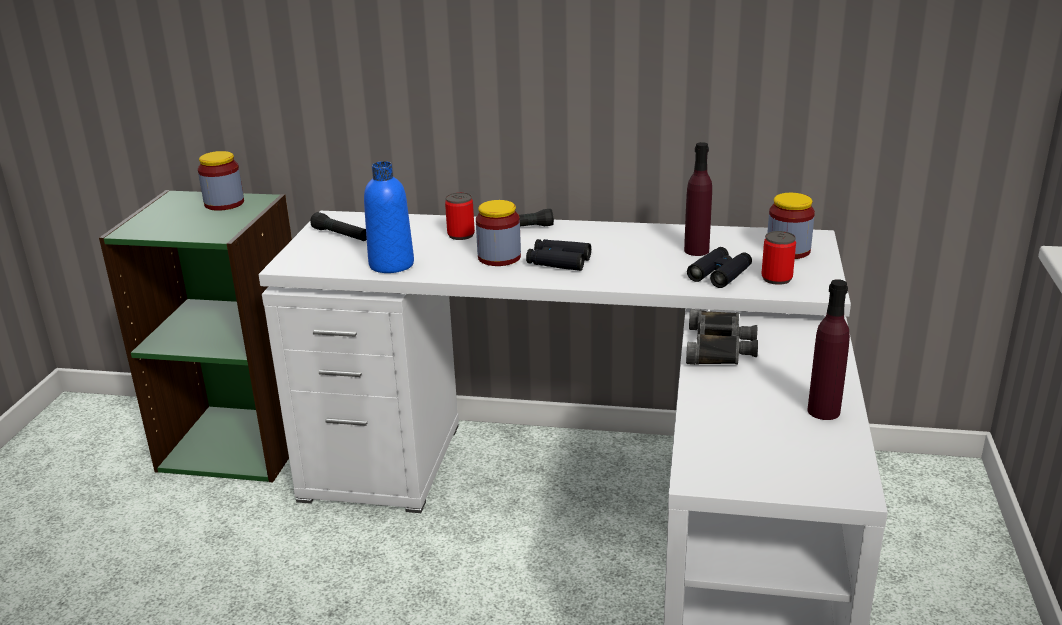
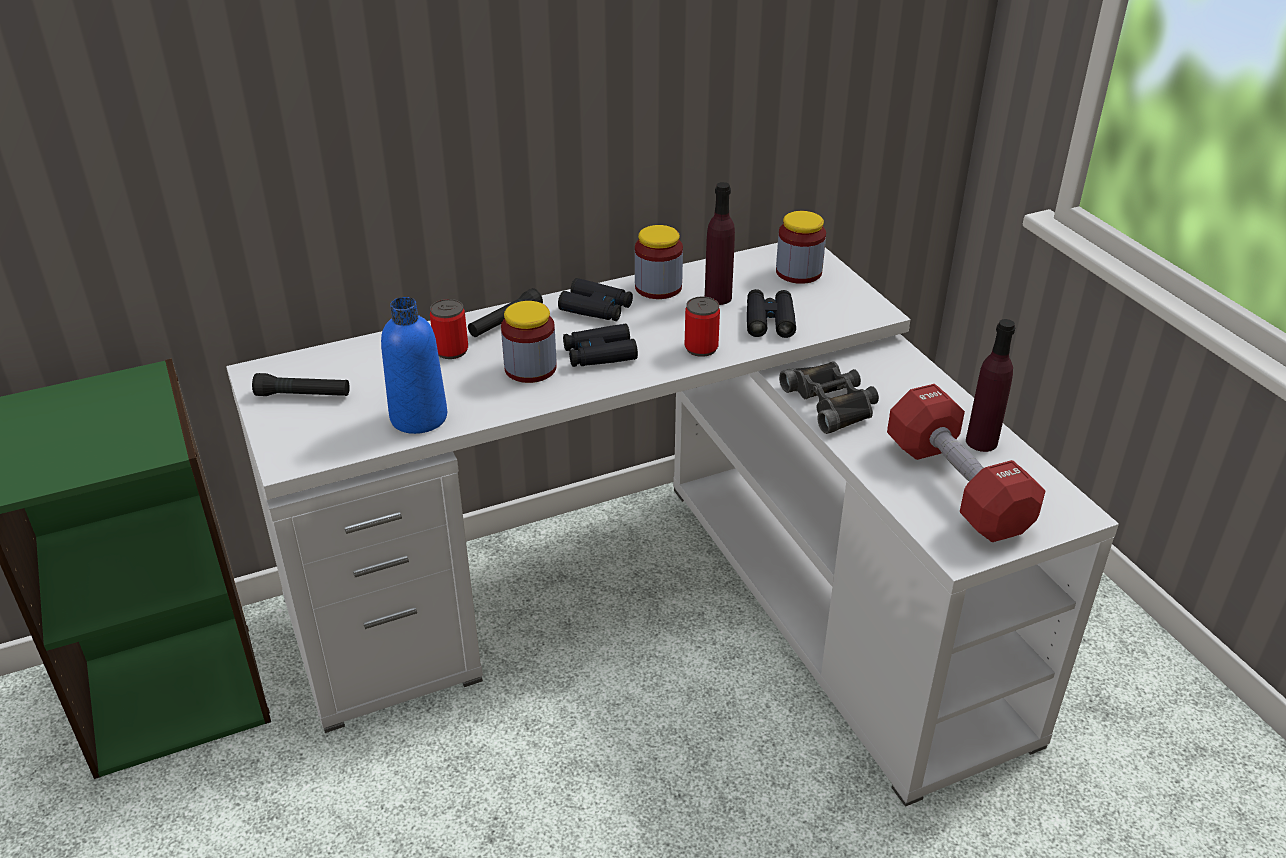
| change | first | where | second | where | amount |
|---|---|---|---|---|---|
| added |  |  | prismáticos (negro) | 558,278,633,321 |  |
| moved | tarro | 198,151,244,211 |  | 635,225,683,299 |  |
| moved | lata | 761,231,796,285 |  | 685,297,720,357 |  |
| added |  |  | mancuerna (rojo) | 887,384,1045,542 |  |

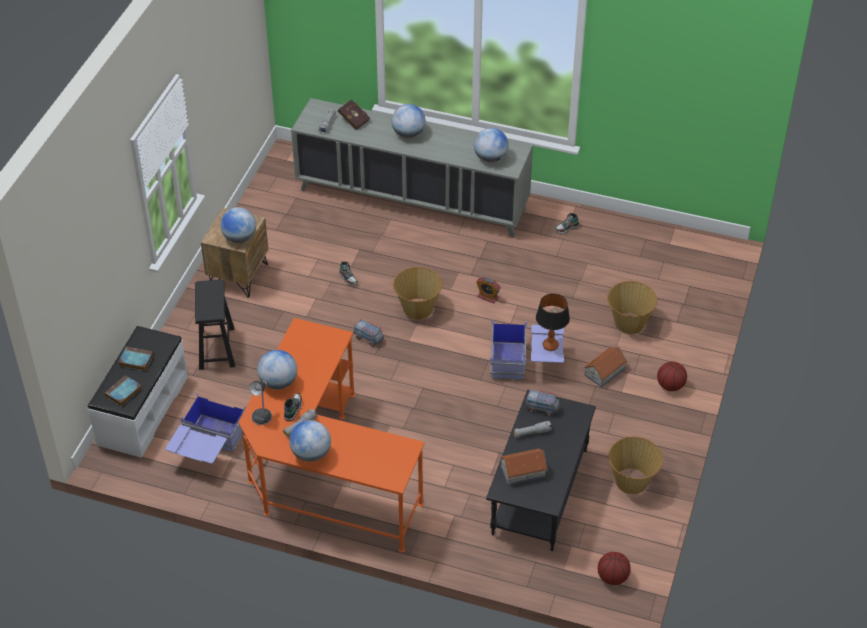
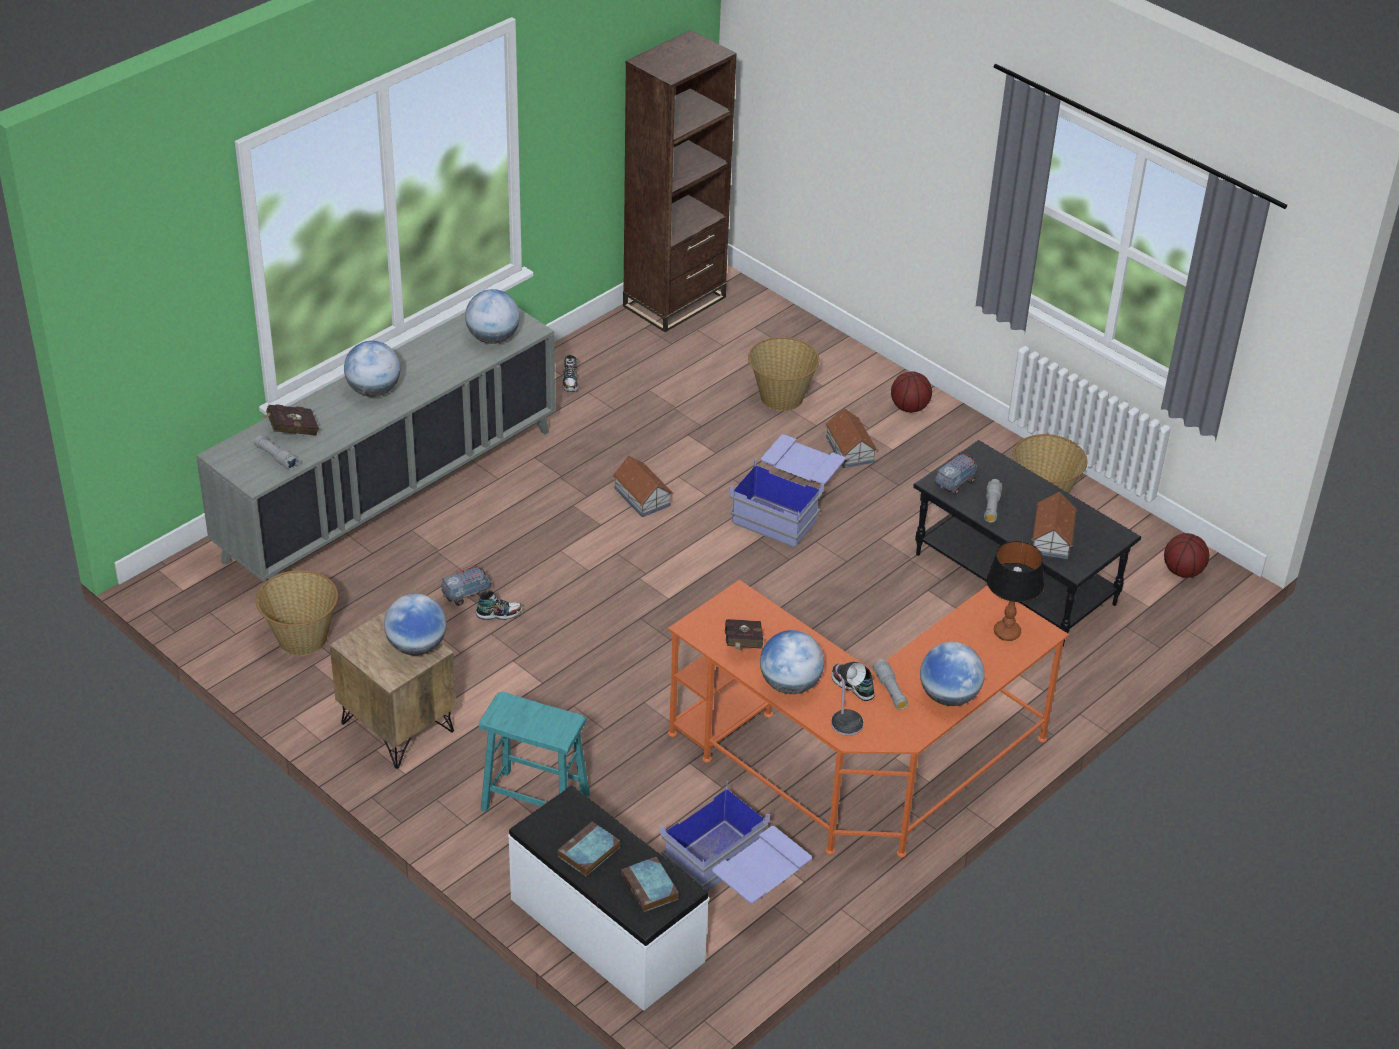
| change | first | where | second | where | amount |
|---|---|---|---|---|---|
| moved | cesta | 393,267,443,320 |  | 256,570,338,656 |  |
| moved | camión de juguete | 354,319,384,347 |  | 442,564,492,606 |  |
| recoloured | taburete (negro) | 195,279,235,370 | taburete (turquesa) | 479,692,590,812 |  |
| replaced | despertador | 476,277,501,304 | casita | 613,456,673,517 |  |
| added |  |  | estantería (marrón) | 623,30,737,332 |  |
| added |  |  | libro (rojo) | 725,619,763,650 |  |
| moved | lámpara de mesa | 536,294,570,351 |  | 987,541,1044,641 |  |

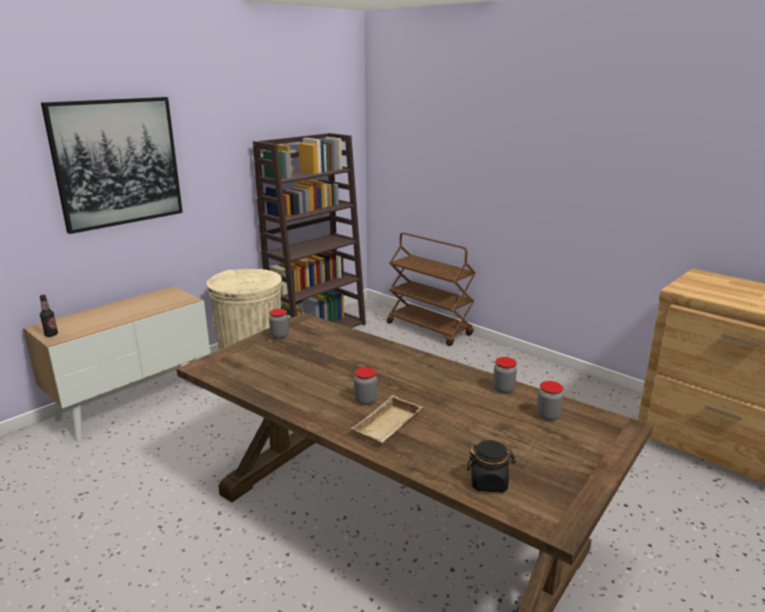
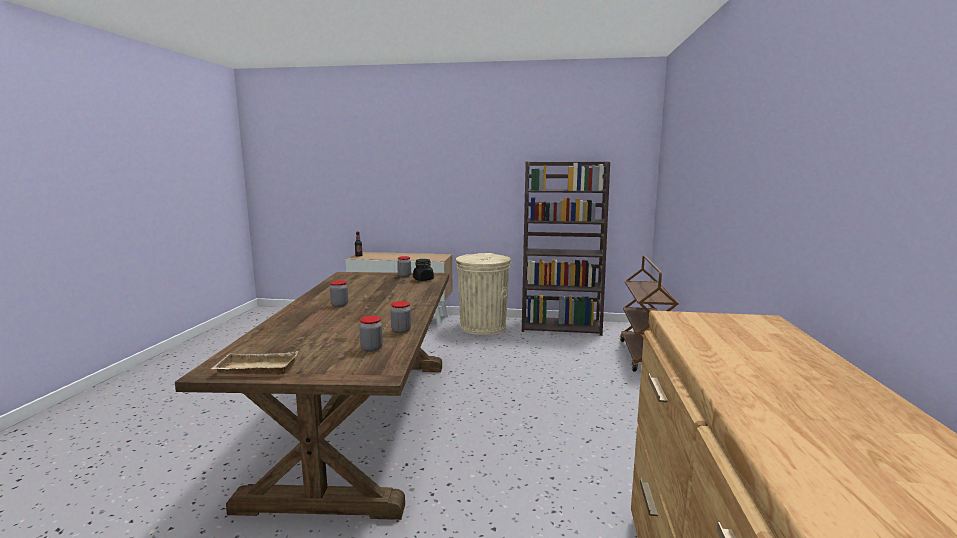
| change | first | where | second | where | amount |
|---|---|---|---|---|---|
| moved | bandeja (beis) | 351,395,422,445 |  | 211,351,299,375 |  |
| moved | tarro (negro) | 467,440,515,492 |  | 413,259,434,281 |  |
| removed | cuadro | 41,97,183,234 |  |  |  |

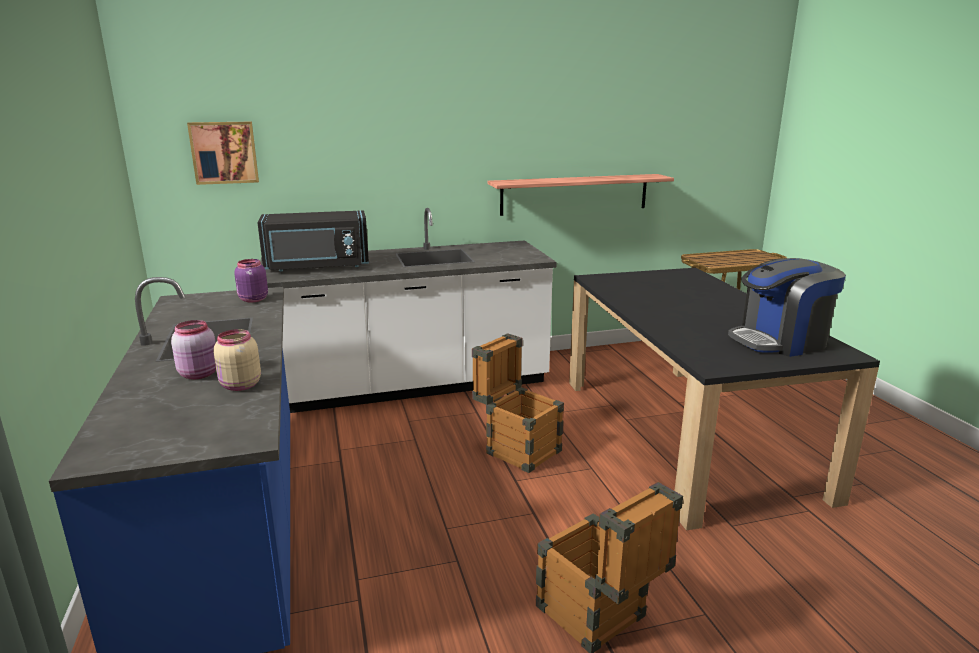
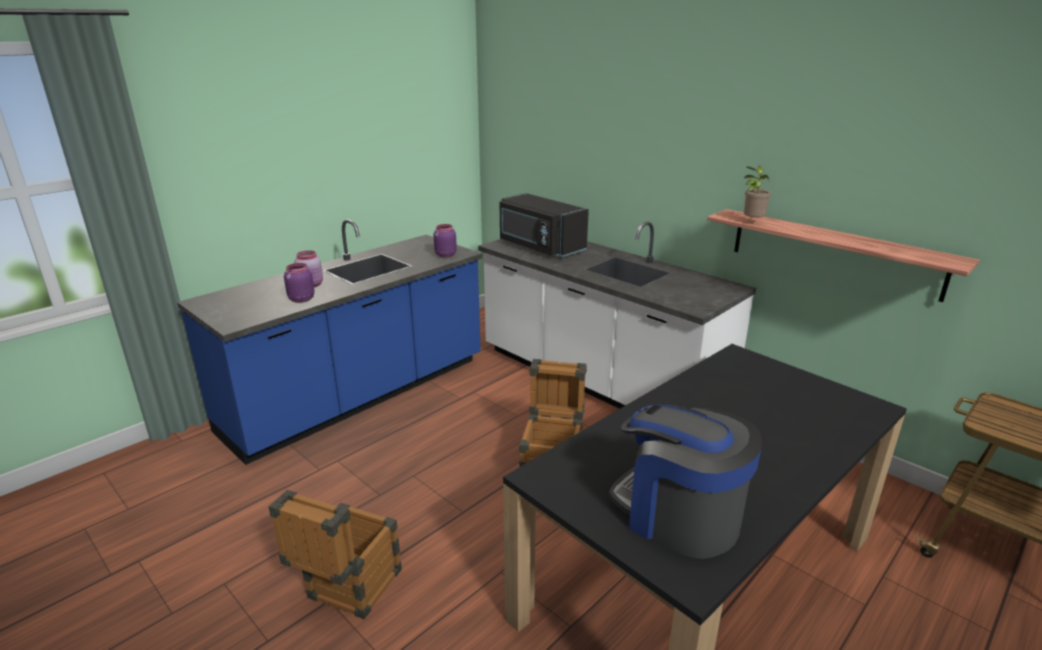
| change | first | where | second | where | amount |
|---|---|---|---|---|---|
| recoloured | tarro (beis) | 213,329,261,391 | tarro (morado) | 284,263,315,303 |  |
| added |  |  | planta en maceta | 739,166,771,220 |  |
| removed | cuadro | 187,122,259,185 |  |  |  |

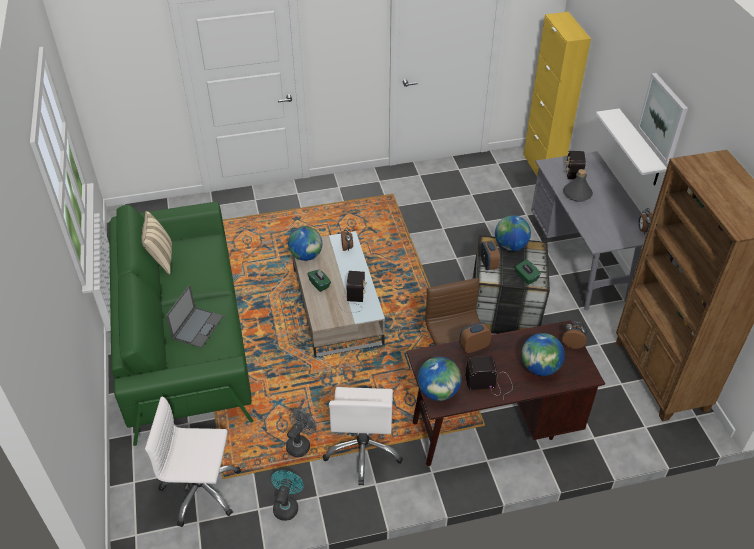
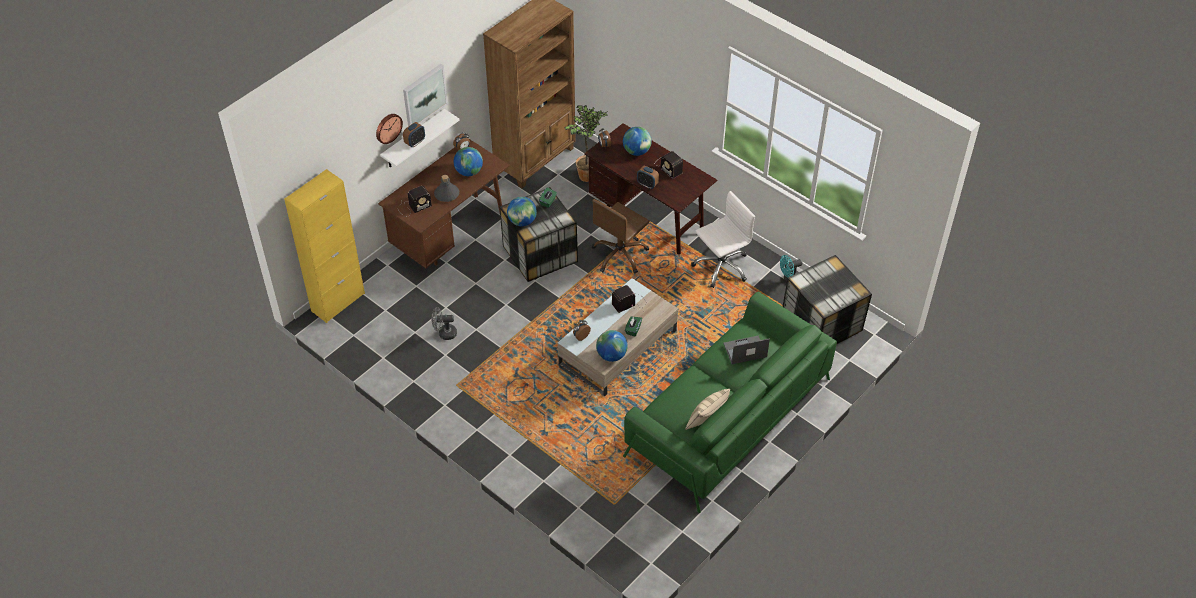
| change | first | where | second | where | amount |
|---|---|---|---|---|---|
| added |  |  | reloj de pared | 376,114,403,144 |  |
| recoloured | escritorio (gris) | 531,151,647,310 | escritorio (marrón) | 378,138,510,268 |  |
| moved | despertador | 480,240,500,270 |  | 403,122,425,147 |  |
| moved | ventilador (gris) | 286,409,317,457 |  | 431,307,457,340 |  |
| moved | globo terráqueo | 418,357,461,401 |  | 453,147,483,176 |  |
| added |  |  | planta en maceta | 564,105,609,182 |  |
| replaced | silla de oficina (blanco) | 145,396,241,527 | caja de almacenaje | 782,255,872,344 |  |

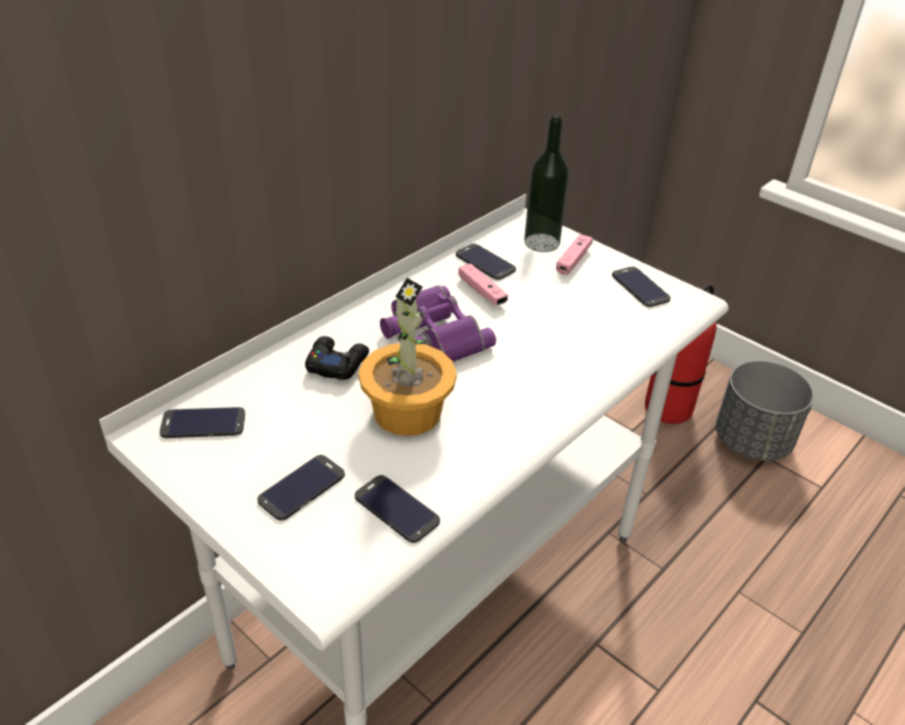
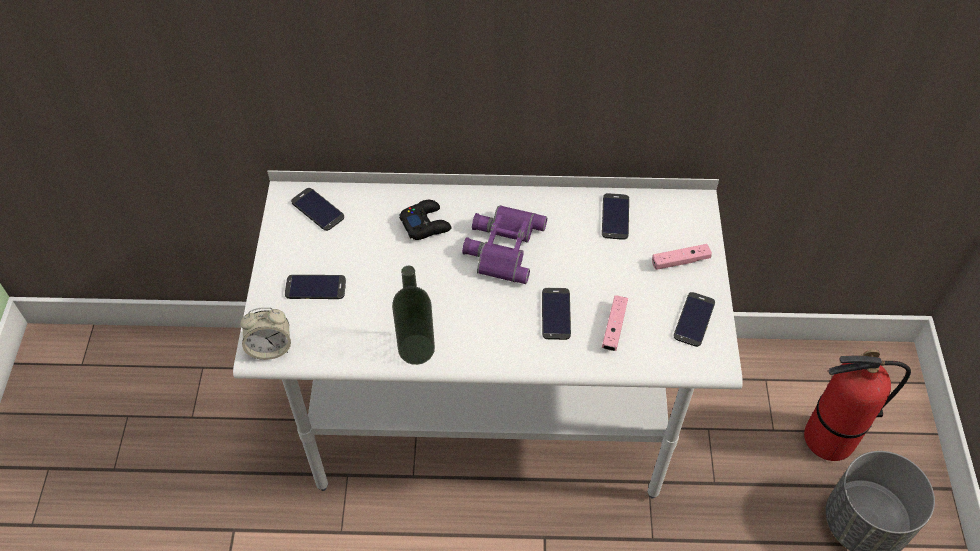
| change | first | where | second | where | amount |
|---|---|---|---|---|---|
| added |  |  | despertador | 240,307,291,360 |  |
| moved | botella | 524,116,569,252 |  | 392,266,435,365 |  |
| moved | móvil | 355,475,440,543 |  | 542,288,571,340 |  |
| moved | mando de consola (rosa) | 458,263,508,306 |  | 602,295,628,351 |  |
| removed | planta en maceta | 359,278,457,436 |  |  |  |

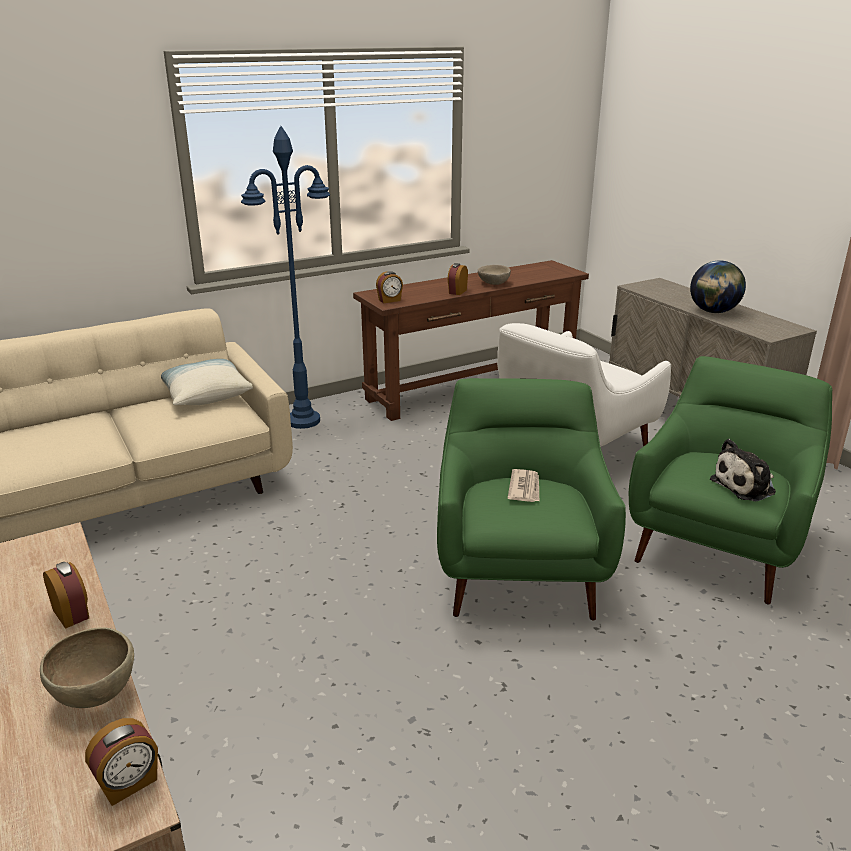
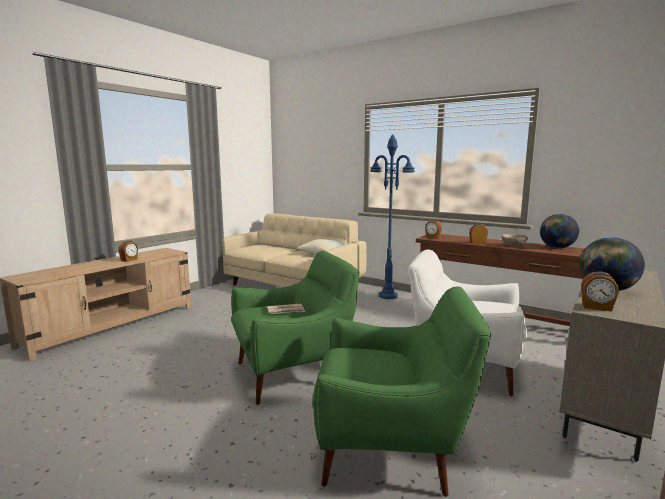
| change | first | where | second | where | amount |
|---|---|---|---|---|---|
| added |  |  | globo terráqueo | 540,214,579,248 |  |
| moved | despertador | 85,718,158,806 |  | 581,271,619,312 |  |
| removed | cuenco (marrón) | 40,627,134,708 |  |  |  |
| removed | peluche | 710,439,776,502 |  |  |  |

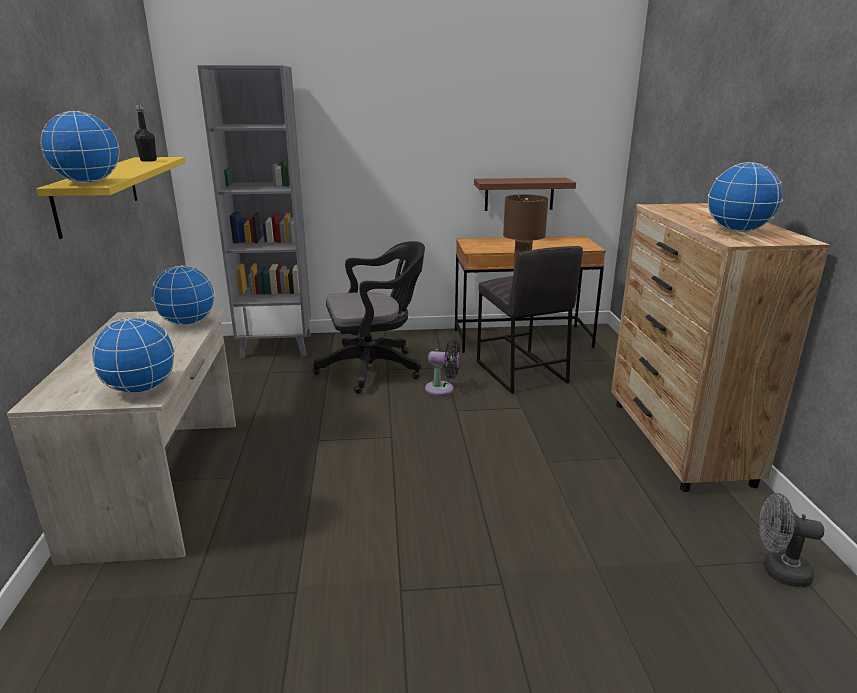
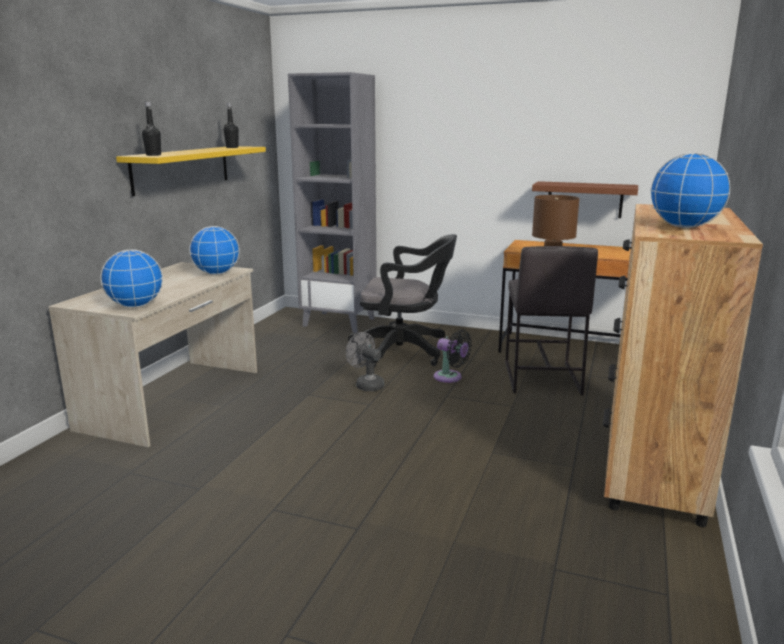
| change | first | where | second | where | amount |
|---|---|---|---|---|---|
| replaced | globo terráqueo | 40,111,120,183 | botella (negro) | 142,102,161,156 |  |
| moved | ventilador (gris) | 759,493,824,587 |  | 346,332,385,391 |  |

